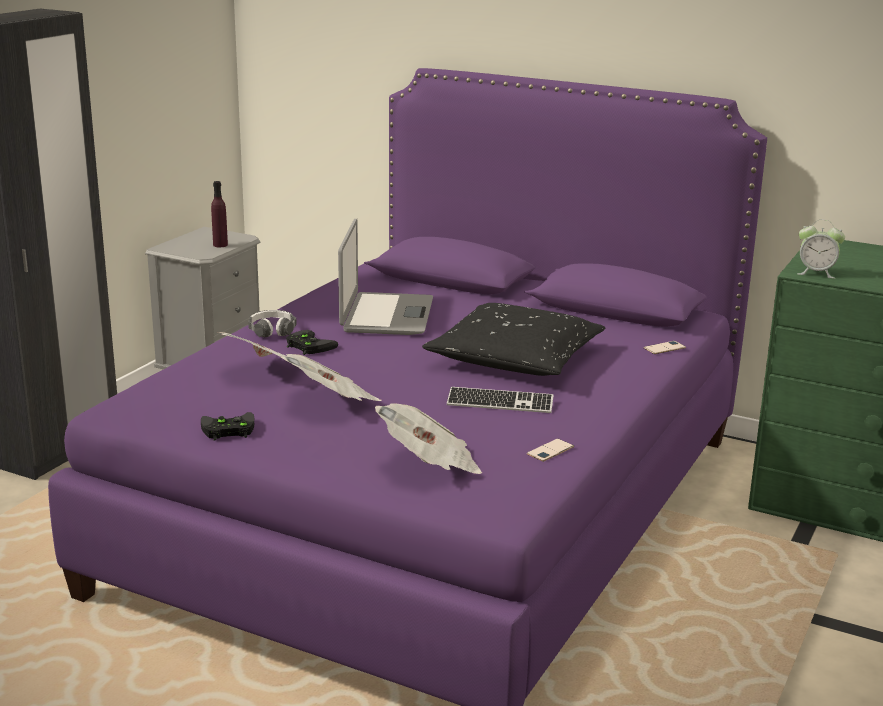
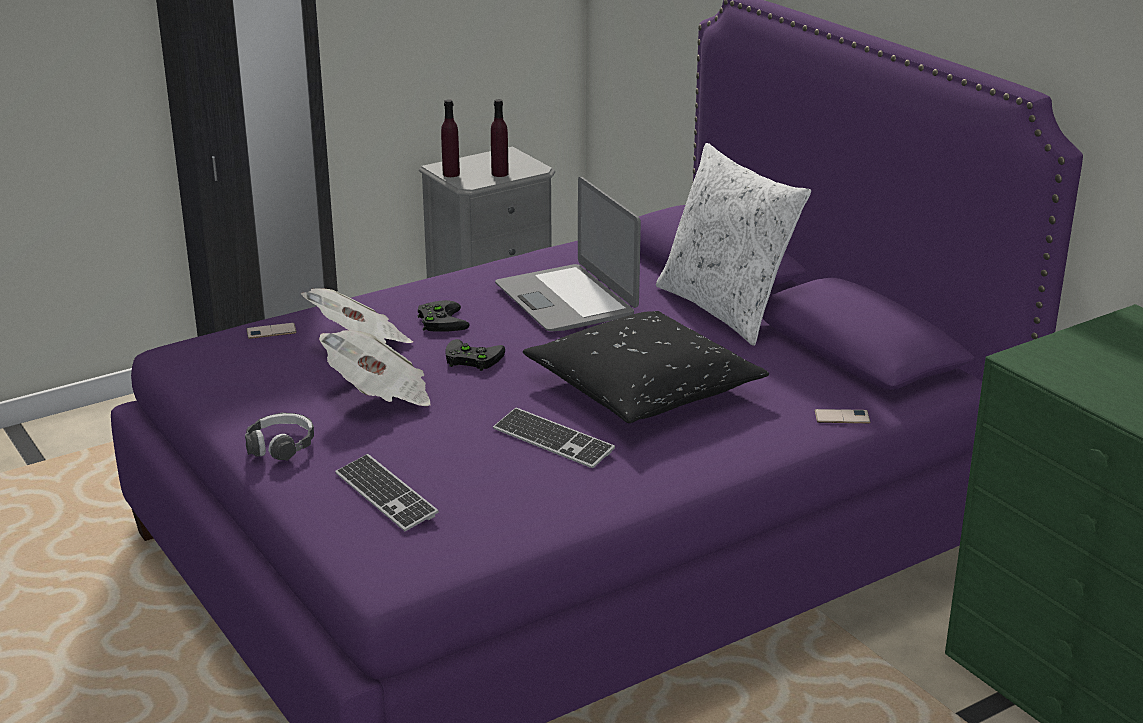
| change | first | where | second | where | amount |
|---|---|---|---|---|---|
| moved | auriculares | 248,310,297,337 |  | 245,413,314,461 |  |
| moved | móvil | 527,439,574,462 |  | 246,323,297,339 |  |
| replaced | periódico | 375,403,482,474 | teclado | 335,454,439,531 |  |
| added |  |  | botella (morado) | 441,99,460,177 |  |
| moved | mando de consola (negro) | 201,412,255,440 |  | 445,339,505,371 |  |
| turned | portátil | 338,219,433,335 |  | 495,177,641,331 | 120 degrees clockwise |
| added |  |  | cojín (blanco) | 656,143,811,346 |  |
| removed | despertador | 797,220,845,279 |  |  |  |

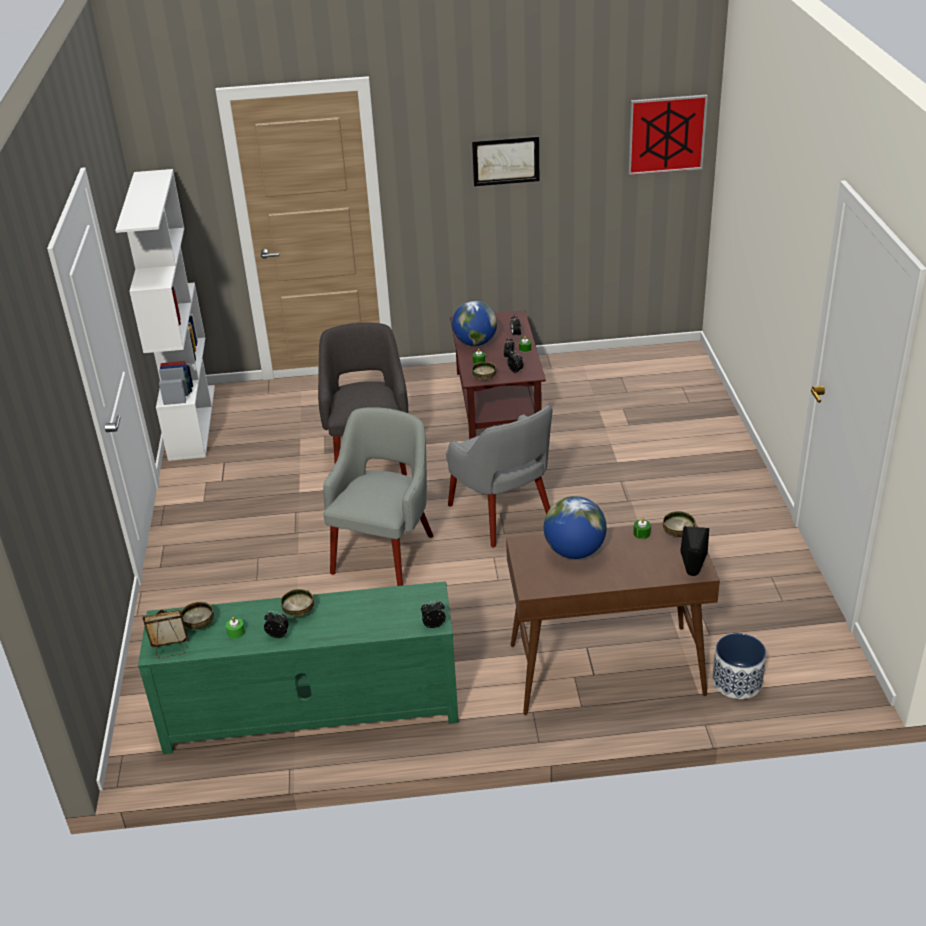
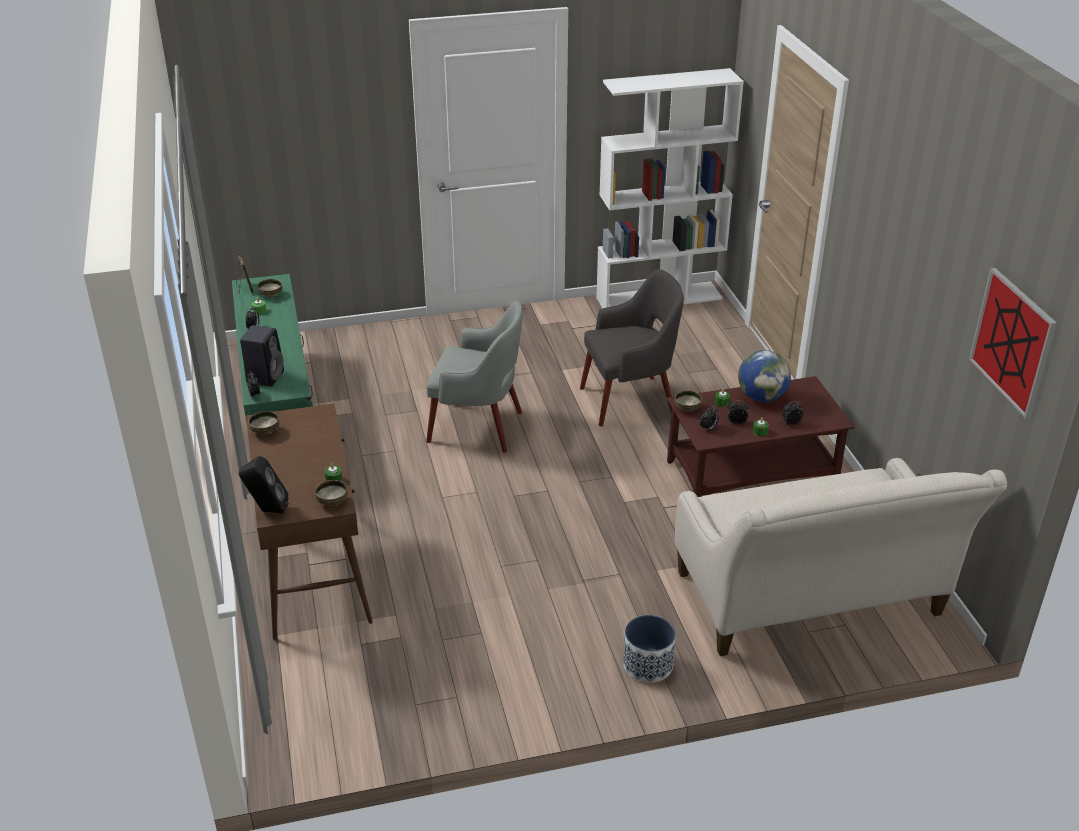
| change | first | where | second | where | amount |
|---|---|---|---|---|---|
| added |  |  | altavoz (negro) | 240,325,284,387 |  |
| moved | cuenco | 281,589,314,617 |  | 248,411,279,434 |  |
| moved | maceta | 712,633,767,699 |  | 623,615,676,683 |  |
| added |  |  | sofá (beis) | 675,458,1007,656 |  |
| removed | sillón (gris) | 446,405,552,547 |  |  |  |
| removed | cuadro | 472,136,539,186 |  |  |  |
| removed | globo terráqueo | 544,496,607,559 |  |  |  |

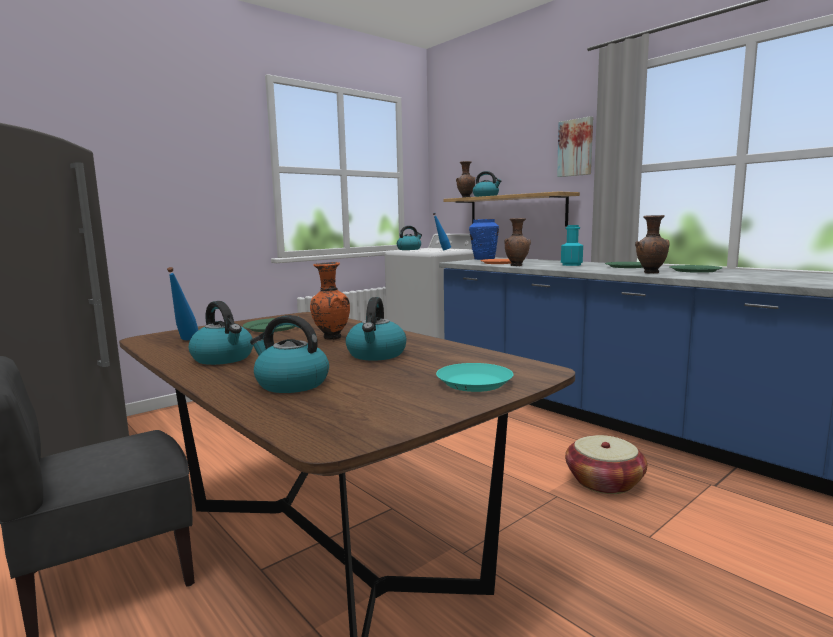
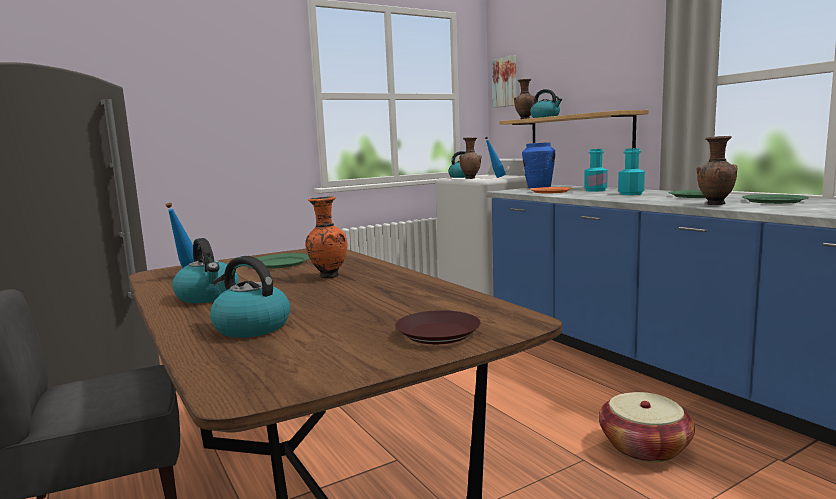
| change | first | where | second | where | amount |
|---|---|---|---|---|---|
| recoloured | plato (turquesa) | 436,363,513,392 | plato (marrón) | 395,310,481,344 |  |
| moved | florero (marrón) | 504,218,531,266 |  | 459,137,481,179 |  |
| moved | cuadro | 557,116,593,177 |  | 492,55,516,108 |  |
| added |  |  | botella (turquesa) | 584,149,608,192 |  |
| removed | hervidor | 346,297,406,361 |  |  |  |

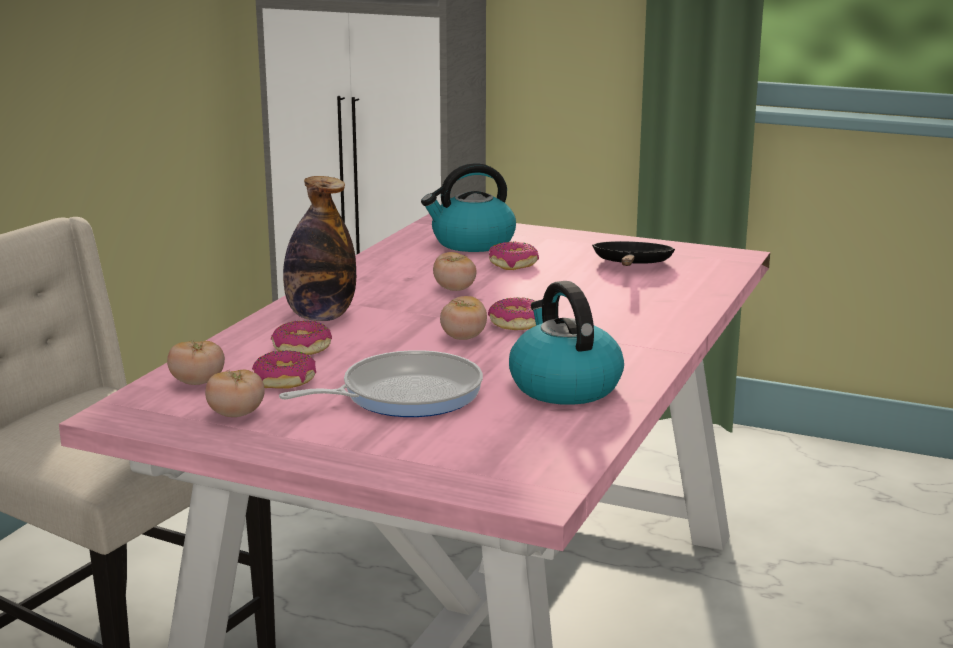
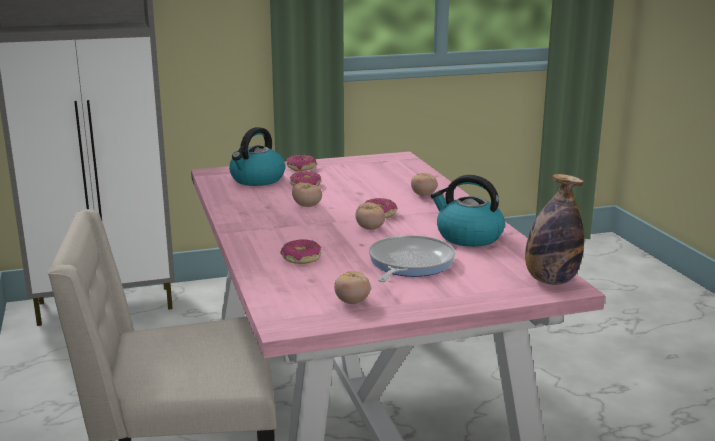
| change | first | where | second | where | amount |
|---|---|---|---|---|---|
| moved | rosquilla | 252,350,316,389 |  | 287,154,317,171 |  |
| moved | tomate | 167,340,225,385 |  | 411,173,437,196 |  |
| moved | botella | 283,176,356,321 |  | 525,174,584,285 |  |
| removed | sartén (negro) | 592,241,675,266 |  |  |  |

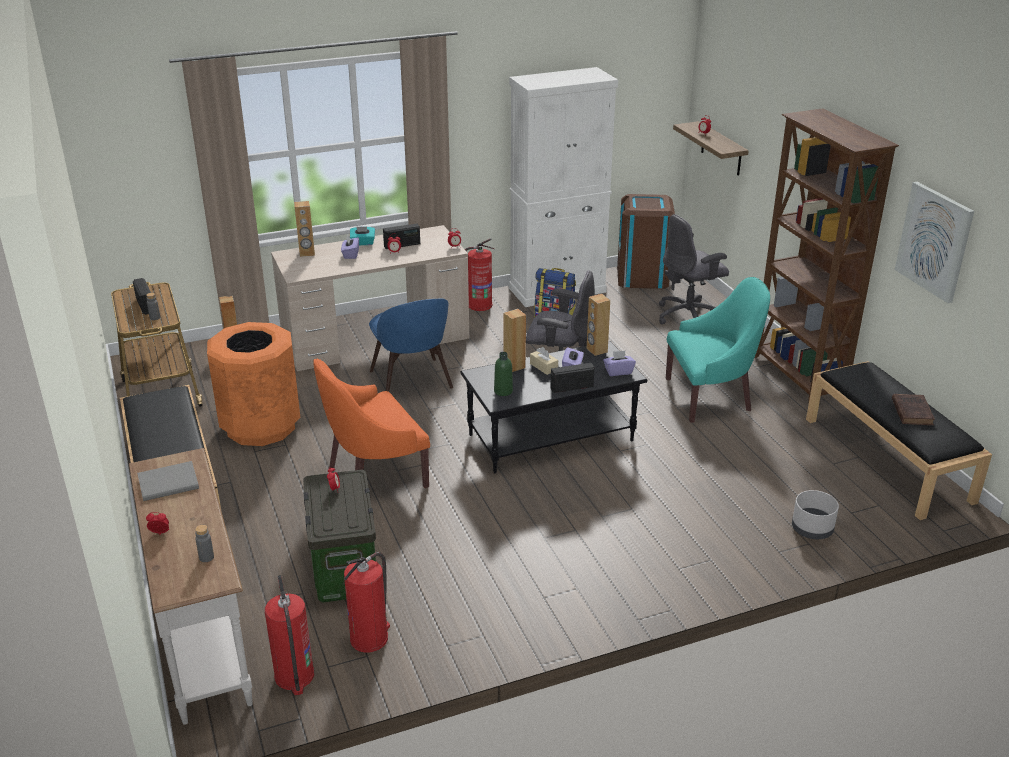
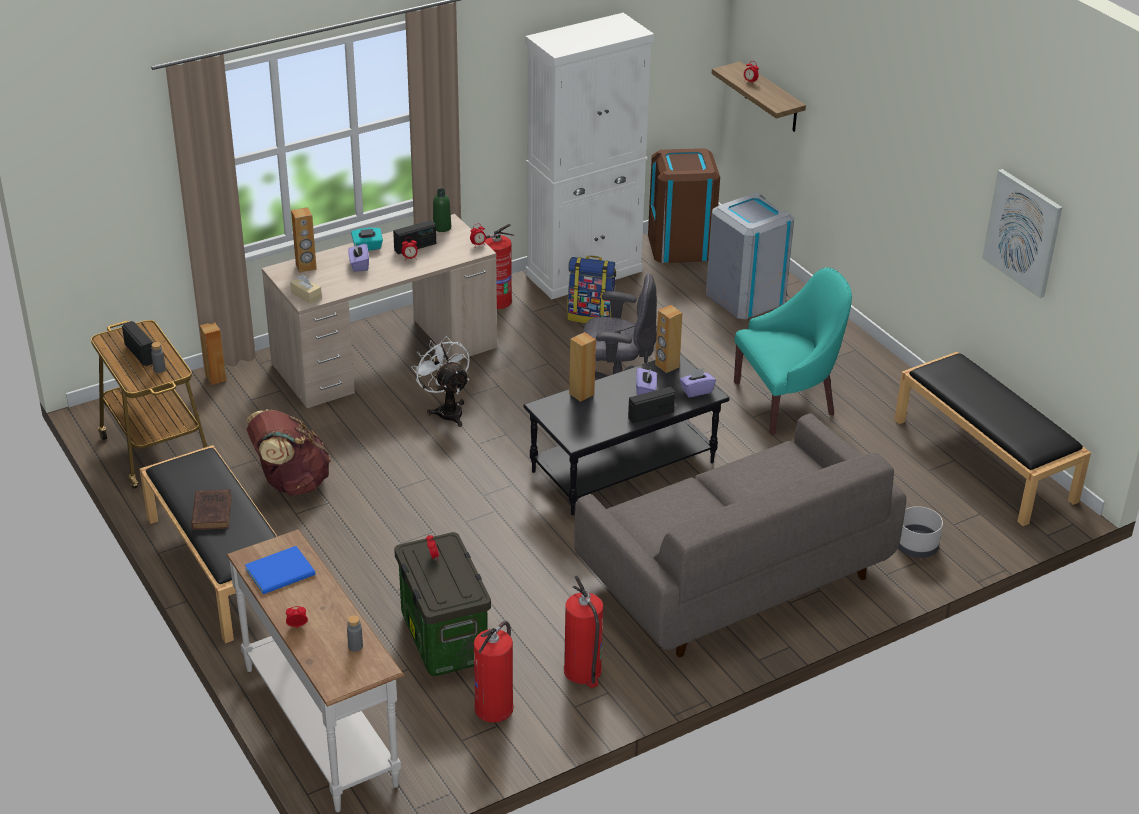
| change | first | where | second | where | amount |
|---|---|---|---|---|---|
| moved | libro (marrón) | 892,394,935,425 |  | 191,490,232,530 |  |
| recoloured | libro (gris) | 137,461,199,501 | libro (azul) | 245,546,316,594 |  |
| replaced | papelera (naranja) | 207,322,300,446 | mochila (marrón) | 246,410,331,496 |  |
| moved | caja de pañuelos (beis) | 530,347,558,375 |  | 290,274,322,304 |  |
| replaced | silla (azul) | 369,299,453,392 | ventilador (blanco) | 411,336,470,427 |  |
| moved | botella (verde) | 494,352,513,396 |  | 433,188,451,232 |  |
| moved | extintor | 265,575,314,695 |  | 564,576,603,688 |  |
| added |  |  | sofá (gris) | 574,413,906,658 |  |
| replaced | silla de oficina (gris) | 659,214,729,324 | papelera (gris) | 706,193,794,319 |  |
| removed | sillón (naranja) | 313,359,430,488 |  |  |  |
| removed | estantería (marrón) | 755,108,899,403 |  |  |  |

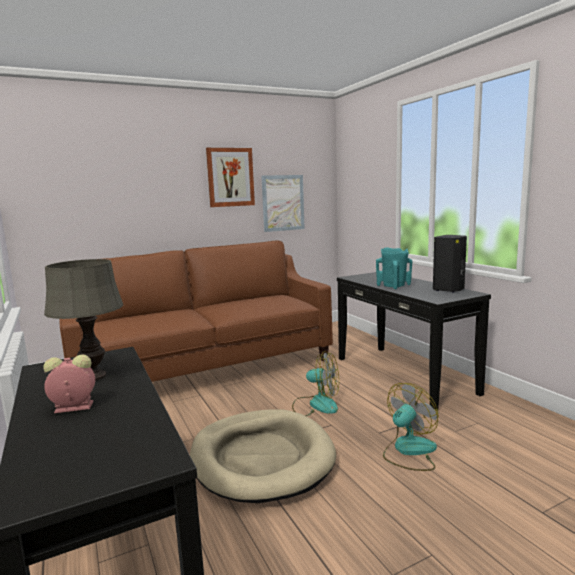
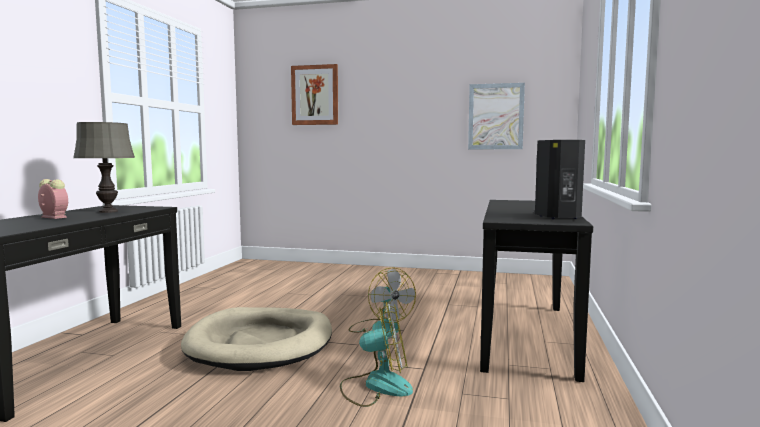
| change | first | where | second | where | amount |
|---|---|---|---|---|---|
| moved | cuadro | 206,148,255,207 |  | 291,64,338,125 |  |
| removed | sofá (marrón) | 59,241,333,382 |  |  |  |
| removed | florero (turquesa) | 376,248,412,289 |  |  |  |

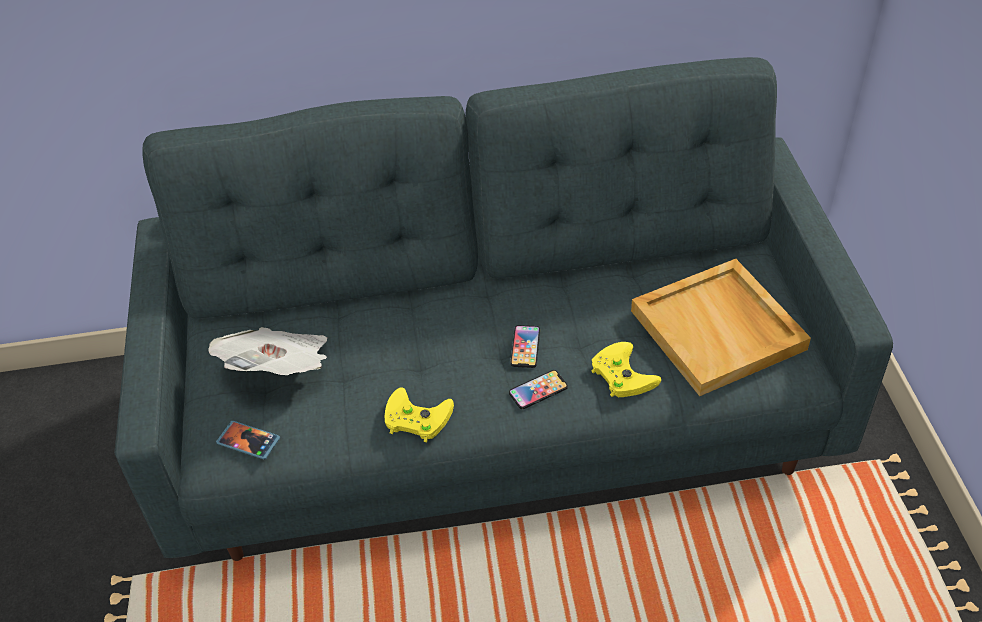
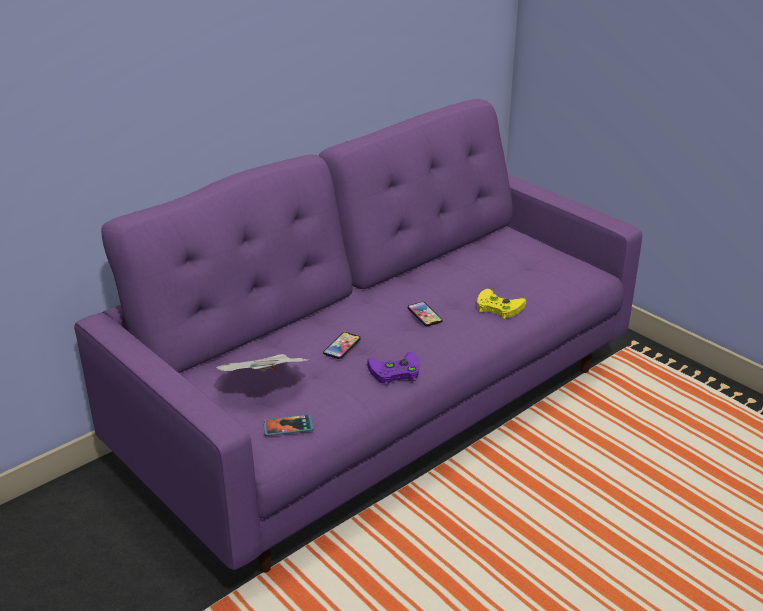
| change | first | where | second | where | amount |
|---|---|---|---|---|---|
| recoloured | sofá (gris) | 114,57,893,561 | sofá (morado) | 74,99,642,573 |  |
| moved | móvil | 509,370,568,409 |  | 323,332,361,359 |  |
| recoloured | mando de consola (amarillo) | 385,387,454,442 | mando de consola (morado) | 367,352,420,385 |  |
| removed | bandeja (beis) | 631,259,811,396 |  |  |  |

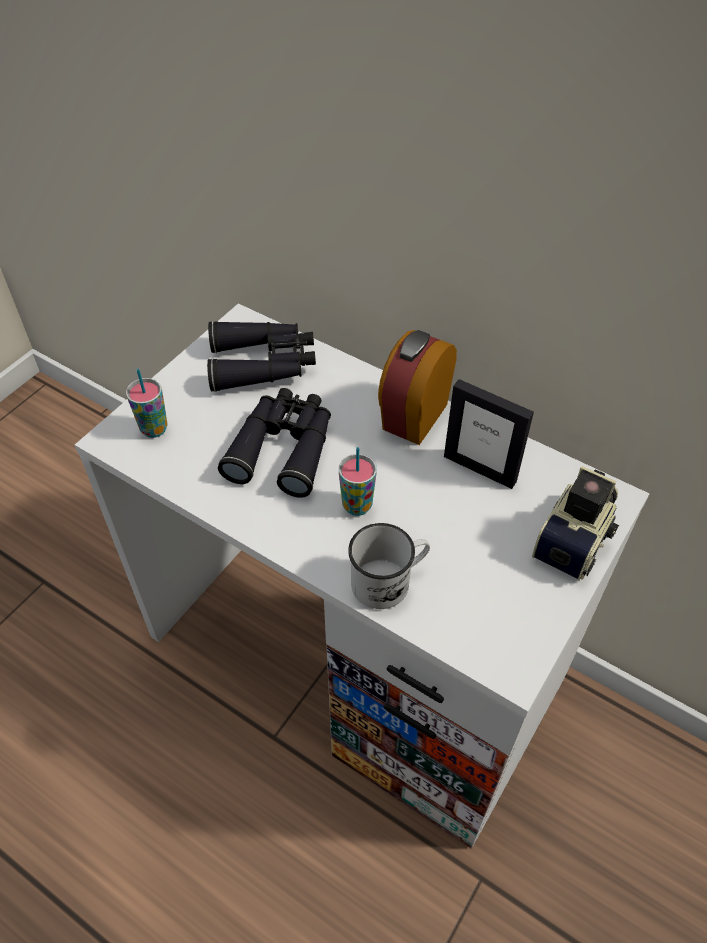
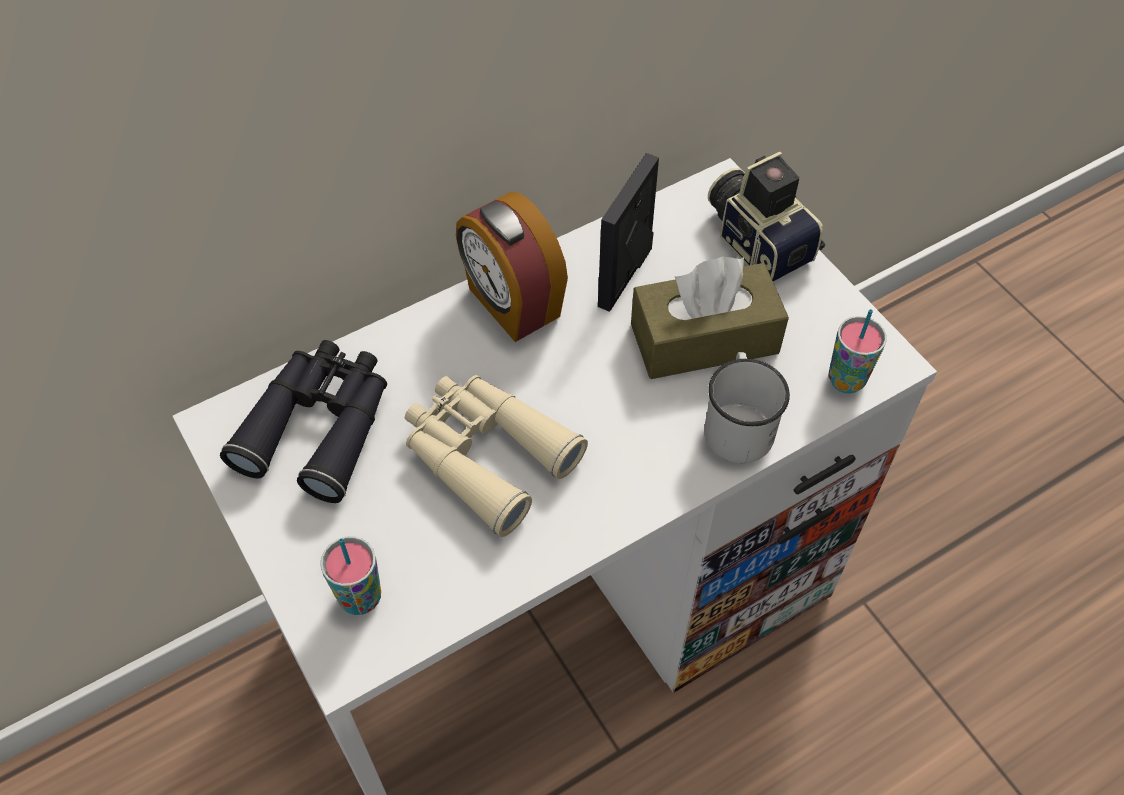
| change | first | where | second | where | amount |
|---|---|---|---|---|---|
| recoloured | prismáticos (negro) | 218,388,331,498 | prismáticos (beis) | 405,375,588,537 |  |
| turned | portarretratos | 444,379,534,489 |  | 598,153,659,312 | 150 degrees clockwise |
| added |  |  | caja de pañuelos (marrón) | 631,256,789,379 |  |
| moved | taza | 339,447,377,516 |  | 829,309,887,394 |  |

